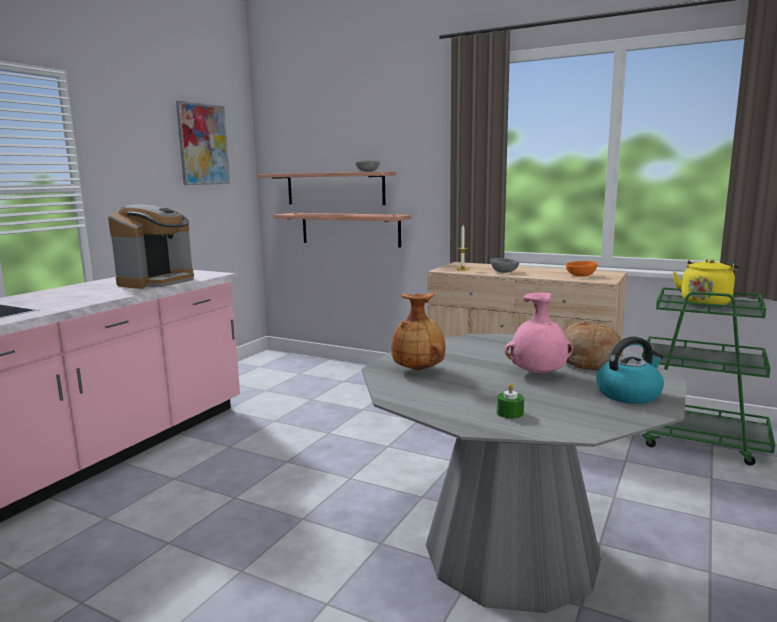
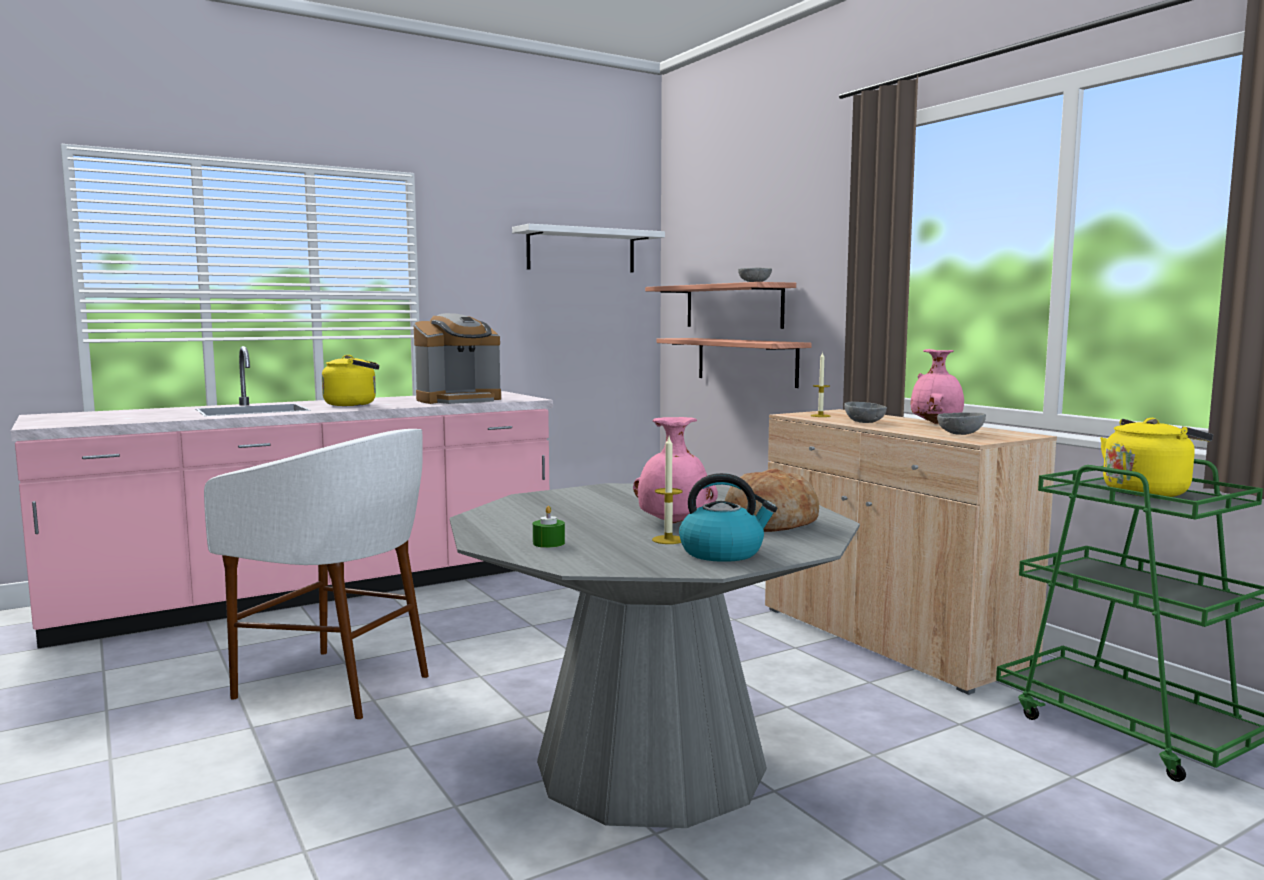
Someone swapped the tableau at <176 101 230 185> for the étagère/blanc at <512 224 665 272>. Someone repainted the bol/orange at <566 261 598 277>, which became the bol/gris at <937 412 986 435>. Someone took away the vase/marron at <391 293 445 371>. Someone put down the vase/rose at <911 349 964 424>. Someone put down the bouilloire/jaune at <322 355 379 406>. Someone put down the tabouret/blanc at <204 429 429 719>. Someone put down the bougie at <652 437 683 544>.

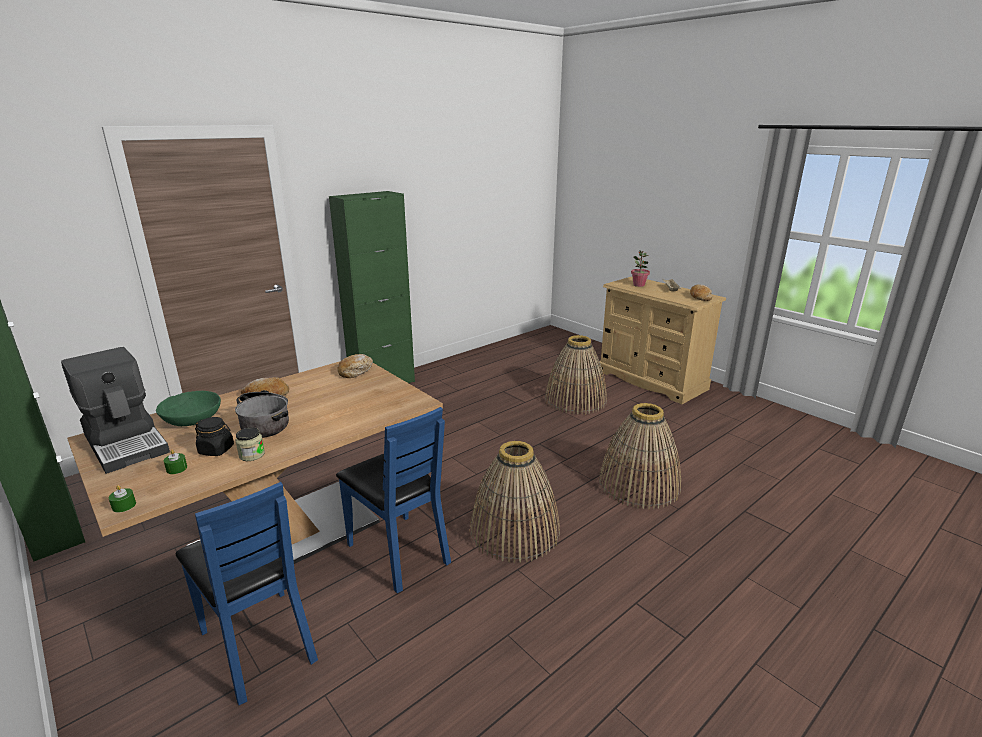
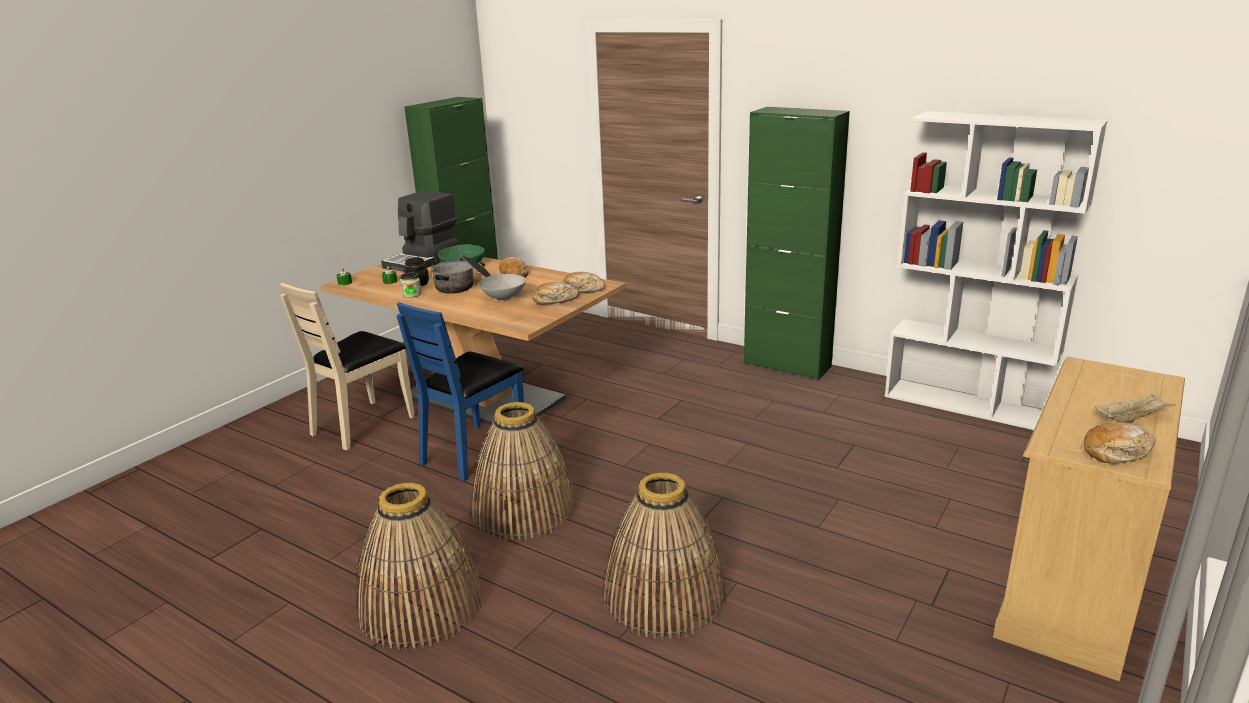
Someone took away the plante en pot at <631 250 650 287>. Someone carried the panier from <545 335 607 415> to <356 483 483 650>. Someone repainted the chaise/bleu at <176 482 318 705>, which became the chaise/beige at <280 283 415 450>. Someone put down the bibliothèque/blanc at <885 111 1108 430>. Someone put down the bol/gris at <478 274 526 301>. Someone put down the pain at <533 282 579 305>.

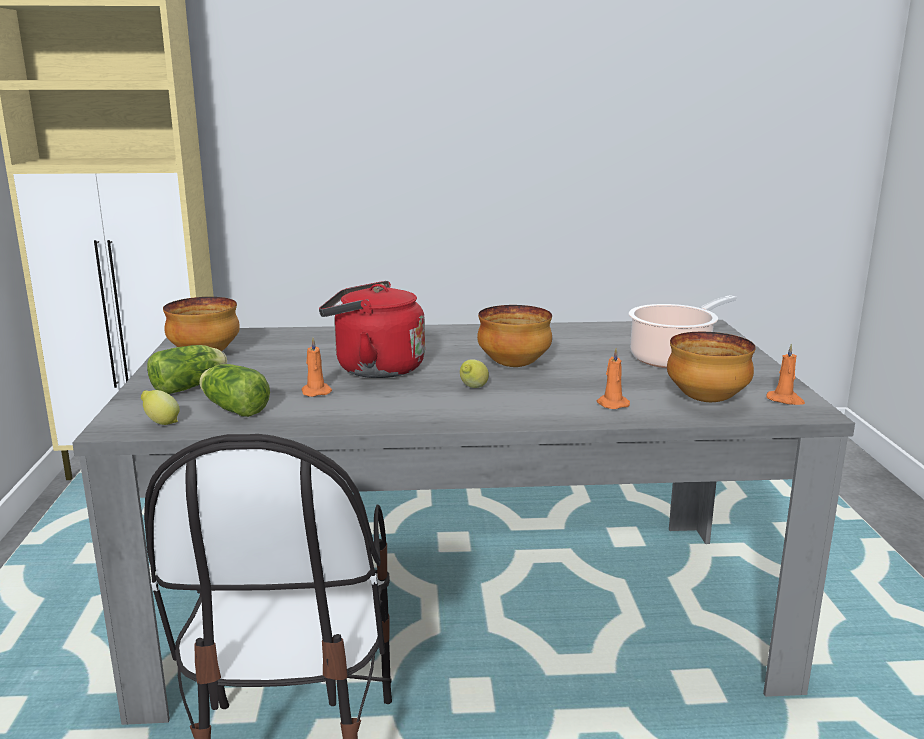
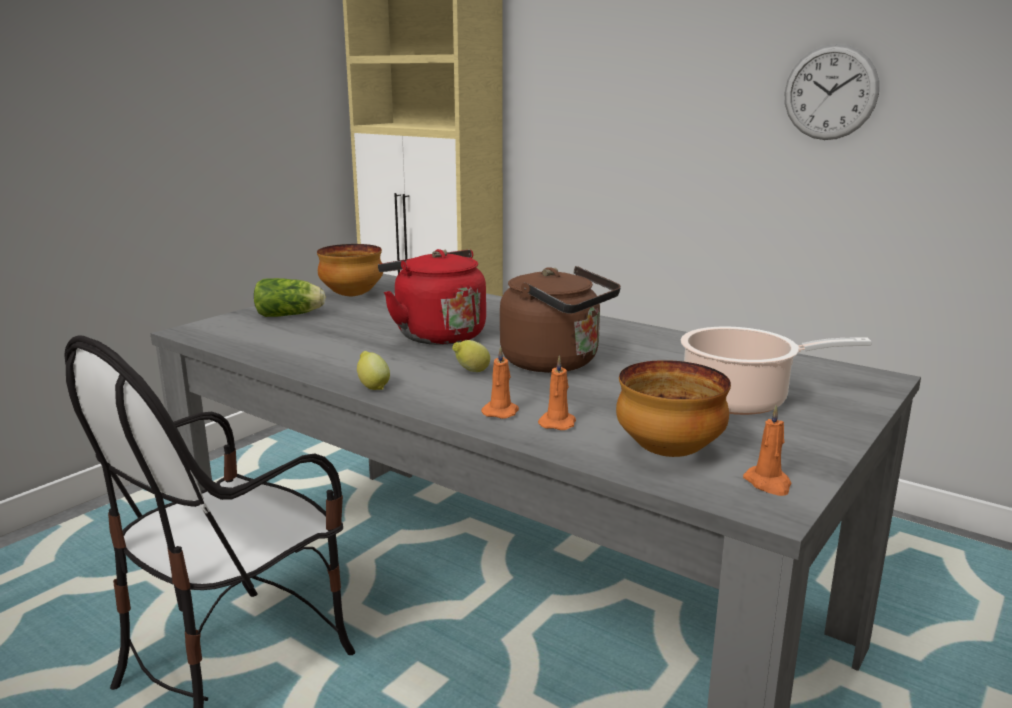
Someone swapped the bol at <477 305 552 367> for the bouilloire/marron at <500 266 621 373>. Someone carried the bougie/orange from <302 338 332 397> to <481 346 519 419>. Someone took away the laitue at <199 364 270 417>. Someone carried the citron from <141 390 180 425> to <357 351 390 390>. Someone put up the horloge murale at <785 44 879 140>.

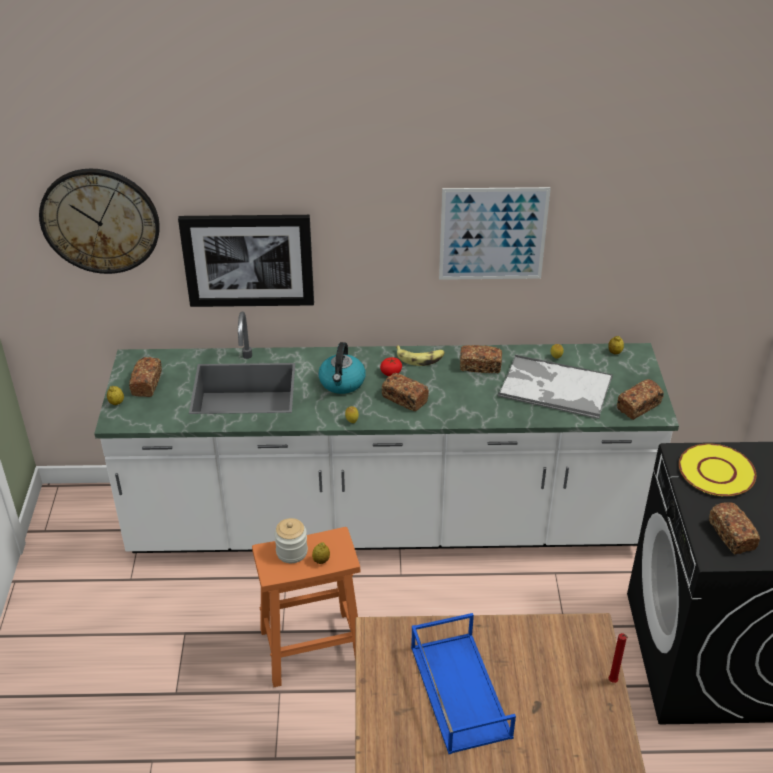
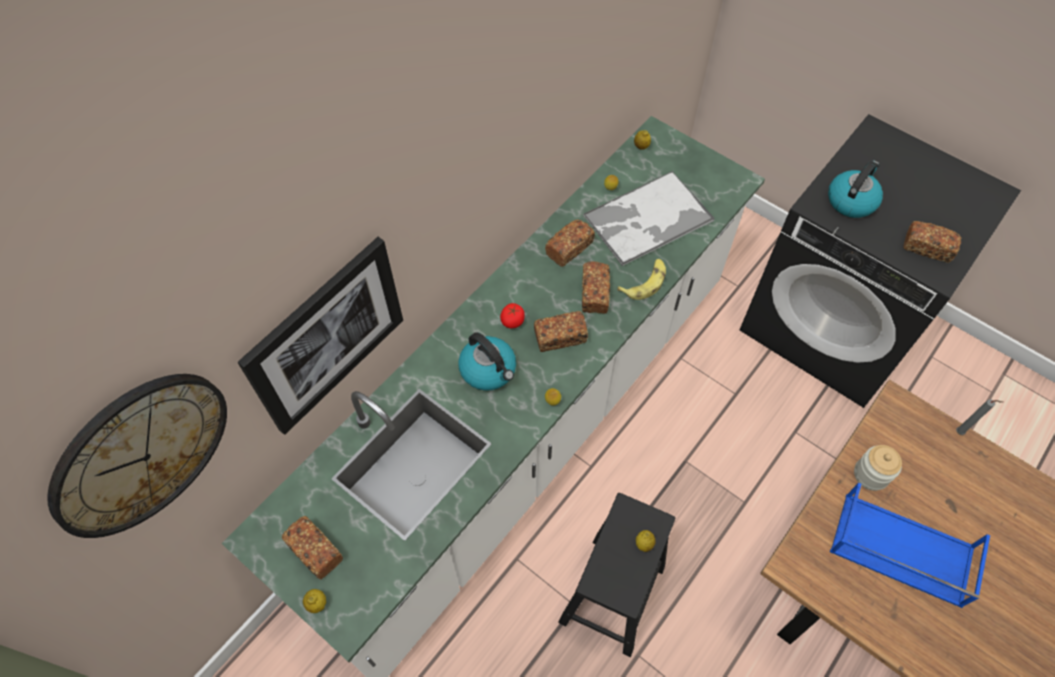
Someone took away the tableau at <439 187 551 280>. Someone carried the banane from <396 345 445 366> to <618 259 666 300>. Someone carried the pain from <617 379 664 420> to <582 261 610 314>. Someone swapped the assiette/jaune at <679 443 756 496> for the bouilloire at <828 160 883 218>. Someone carried the bocal from <274 518 308 563> to <854 445 902 491>. Someone repainted the tabouret/orange at <252 527 361 687>, which became the tabouret/noir at <558 493 676 657>. Someone repainted the bougie/rouge at <608 633 628 683>, which became the bougie/gris at <956 399 1003 435>.

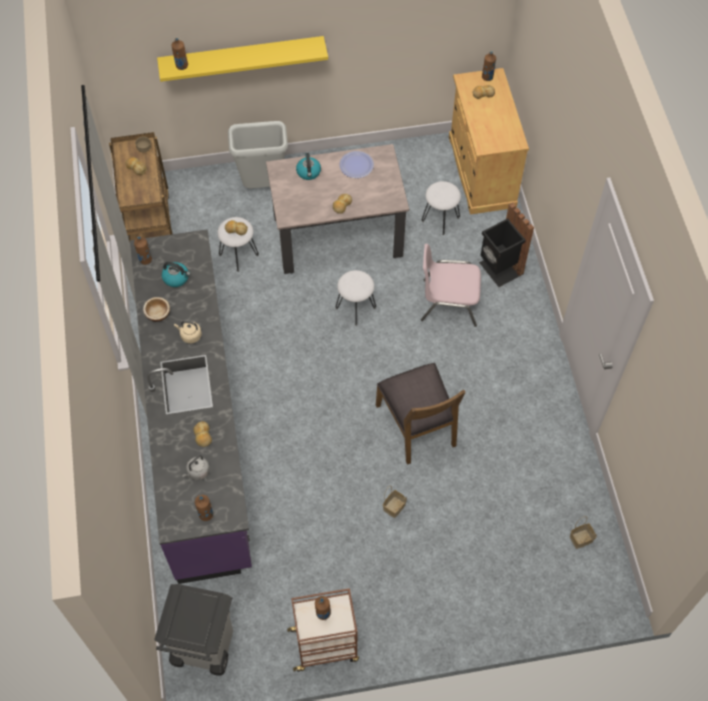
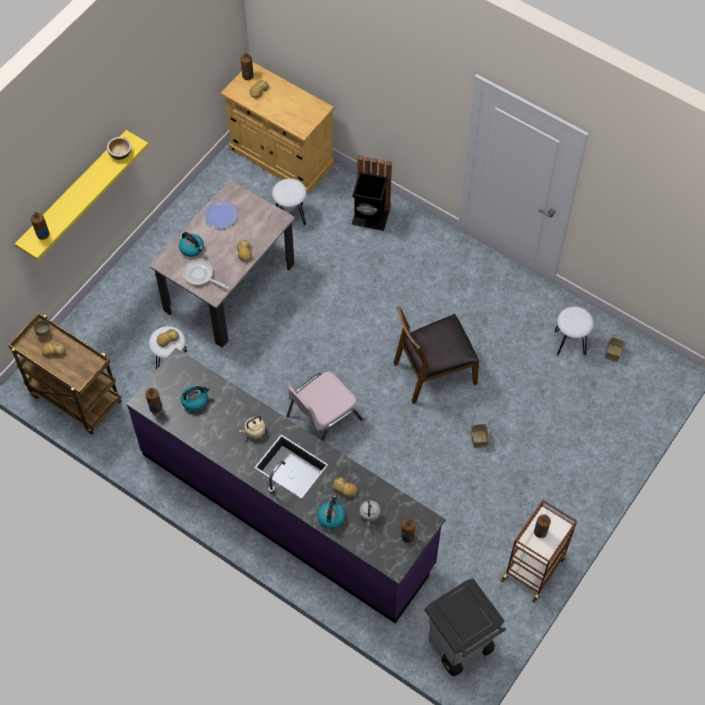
Someone took away the poubelle/gris at <228 121 288 188>. Someone carried the chaise/rose from <421 244 481 327> to <286 372 363 441>. Someone carried the tabouret/blanc from <335 270 376 326> to <555 306 594 356>. Someone carried the bol from <143 297 170 322> to <107 137 132 160>. Someone rotated the chaise/marron at <376 363 465 465> by 135 degrees clockwise. Someone put down the poêle at <183 259 229 289>. Someone put down the bouilloire at <317 495 345 529>.

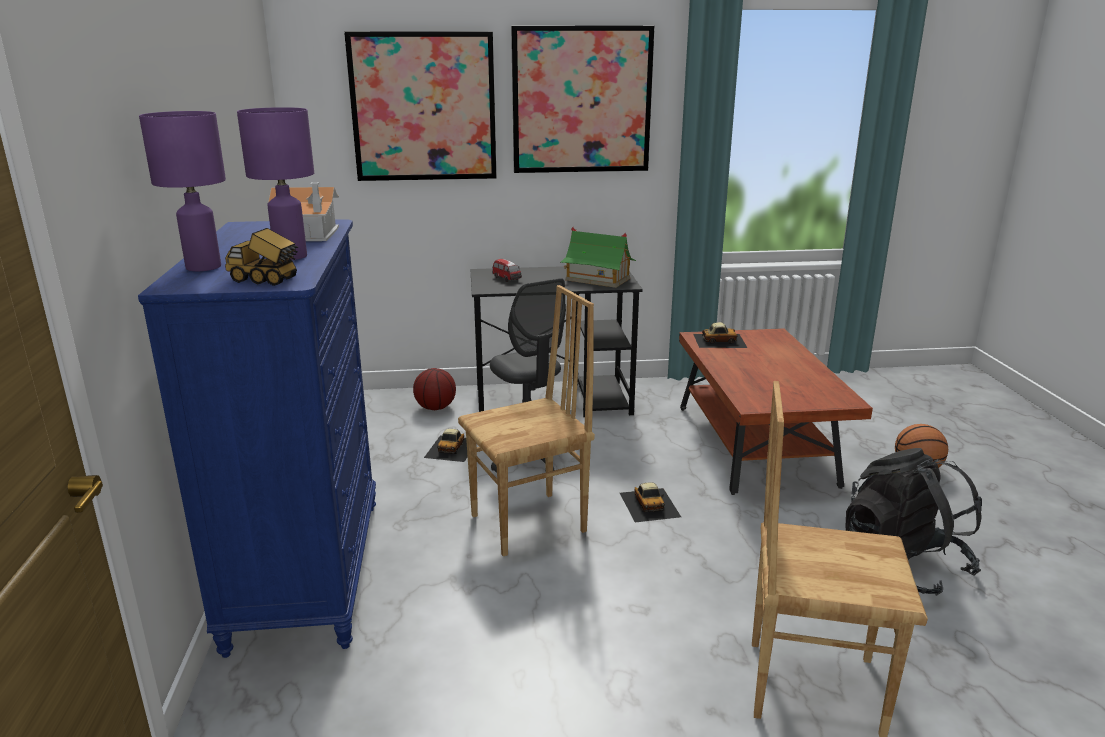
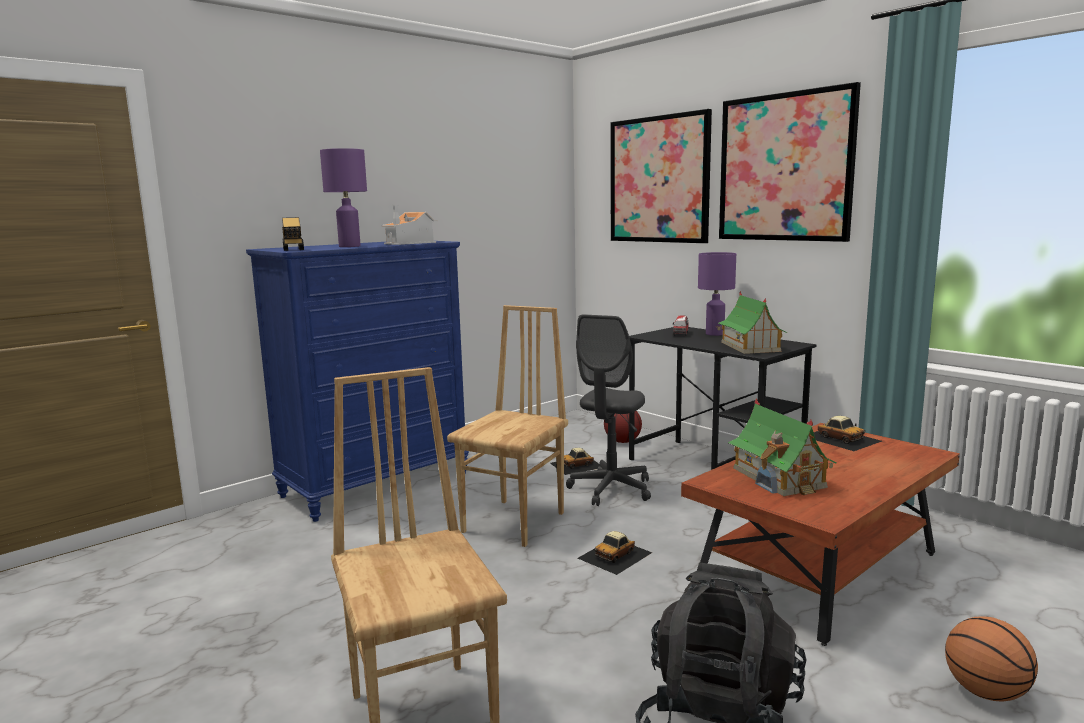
Someone carried the lampe de table/violet from <139 111 226 271> to <698 252 736 336>. Someone rotated the chaise/marron at <458 285 595 556> by 90 degrees counterclockwise. Someone put down the maison miniature at <728 399 837 496>.

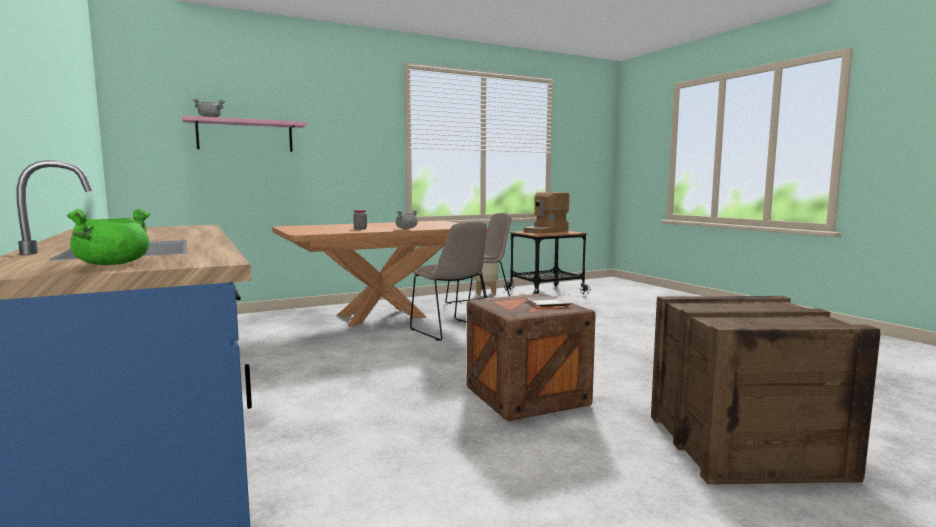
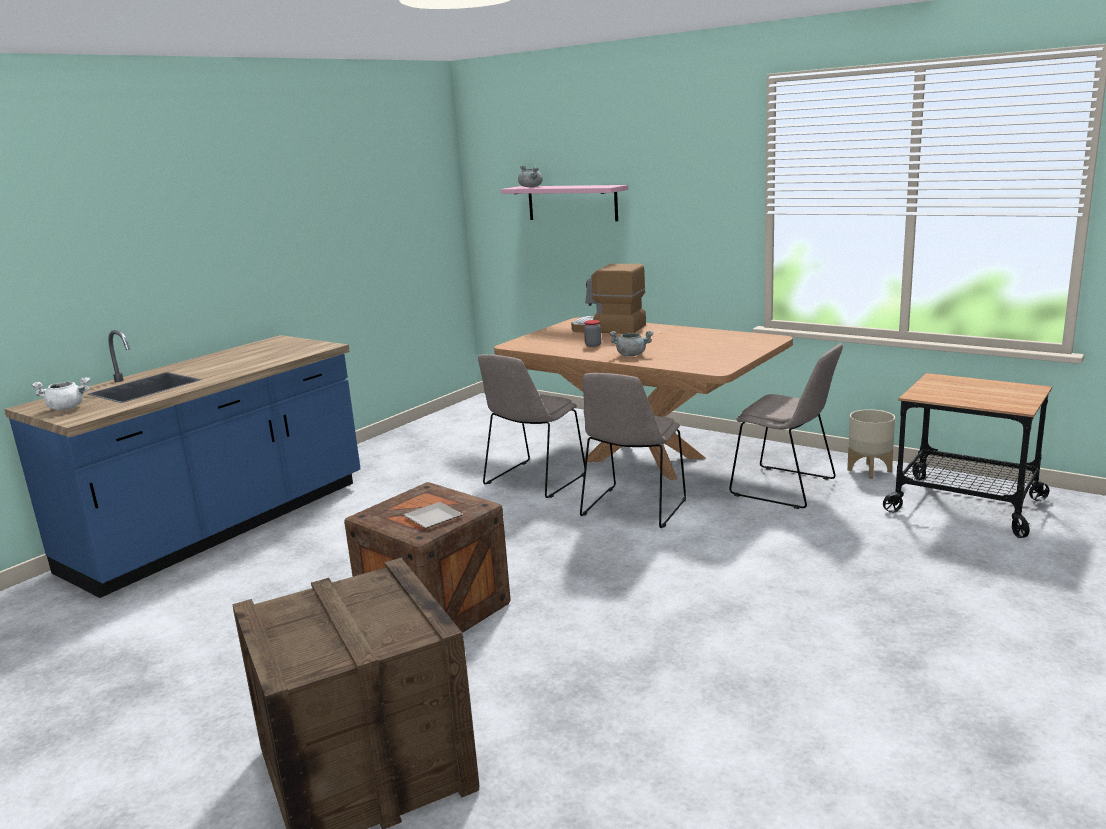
Someone carried the machine à café from <524 192 569 234> to <571 264 646 334>. Someone repainted the marmite/vert at <67 209 150 265>, which became the marmite/blanc at <32 377 90 410>. Someone put down the chaise/beige at <478 354 585 498>.

